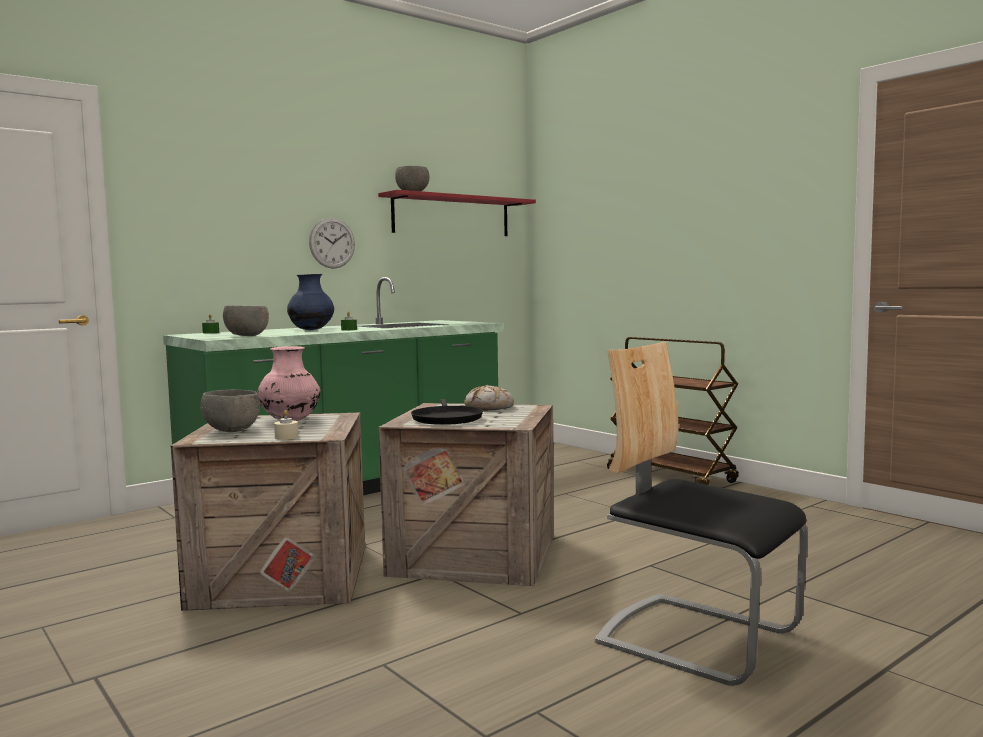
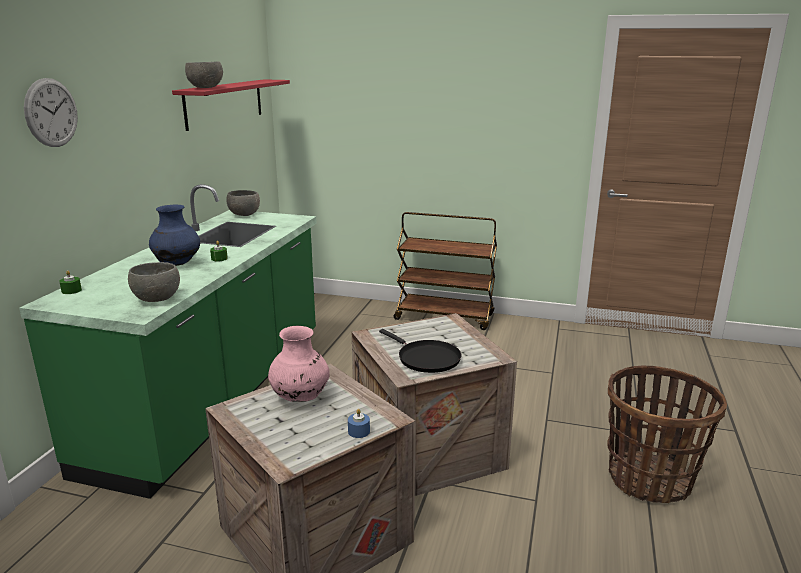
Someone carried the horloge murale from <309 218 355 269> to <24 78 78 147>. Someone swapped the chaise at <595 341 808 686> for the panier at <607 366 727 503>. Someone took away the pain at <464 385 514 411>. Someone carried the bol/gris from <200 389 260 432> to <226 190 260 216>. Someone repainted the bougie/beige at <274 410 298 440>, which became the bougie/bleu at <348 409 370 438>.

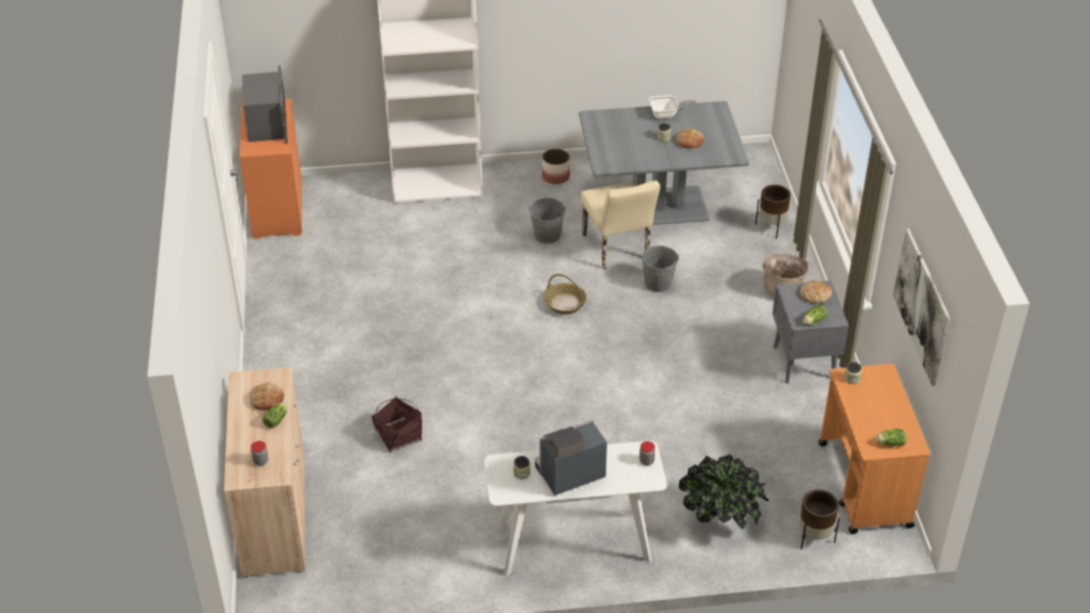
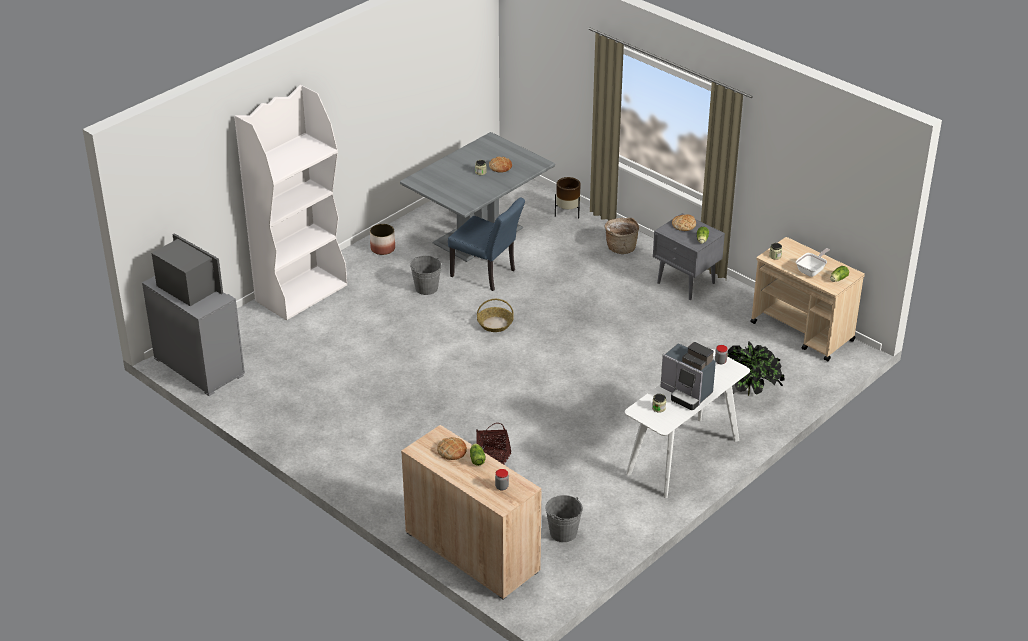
Someone carried the poêle from <649 95 696 119> to <796 248 830 277>. Someone repainted the commode/orange at <240 98 302 239>, which became the commode/gris at <142 276 245 396>. Someone repainted the chaise/beige at <581 181 660 270>, which became the chaise/bleu at <448 198 525 291>. Someone took away the tableau at <893 229 951 386>. Someone carried the seau/gris from <641 246 679 292> to <545 495 583 542>. Someone repainted the chariot/orange at <818 364 931 534>, which became the chariot/beige at <750 237 865 362>. Someone rotated the machine à café at <535 420 607 495> by 75 degrees counterclockwise. Someone took away the cache-pot/marron at <799 490 840 550>.

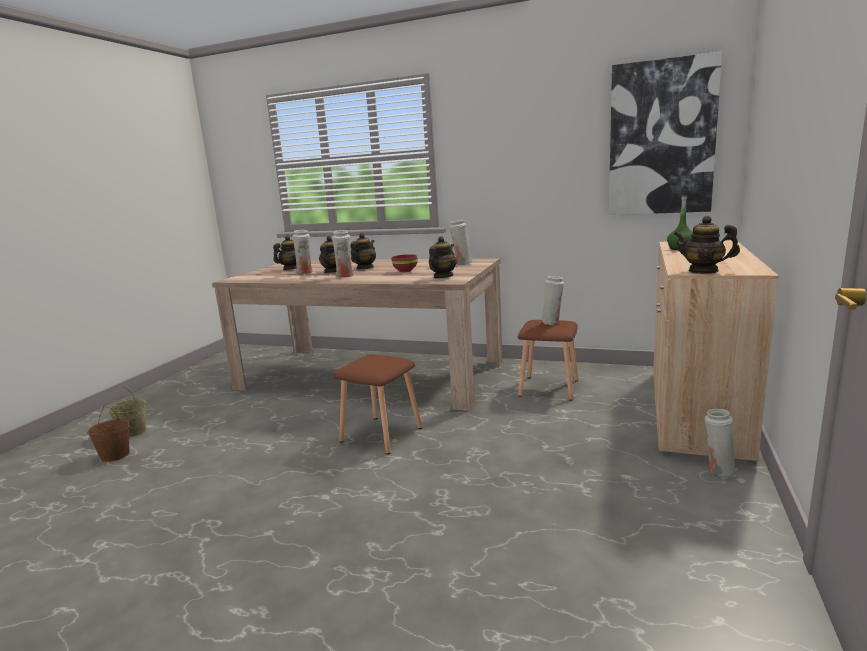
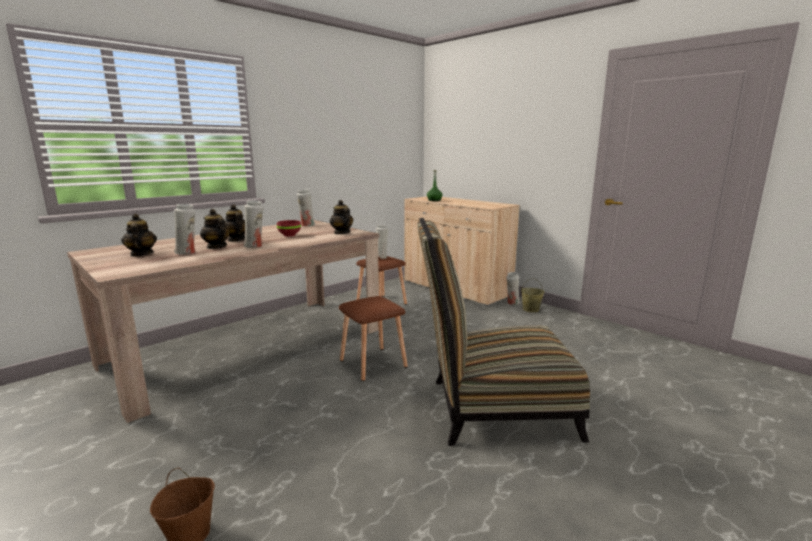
Someone took away the tableau at <609 52 722 215>. Someone took away the théière at <674 216 740 274>. Someone carried the seau/beige from <108 387 146 438> to <521 278 544 312>. Someone put down the chaise at <417 218 590 446>.

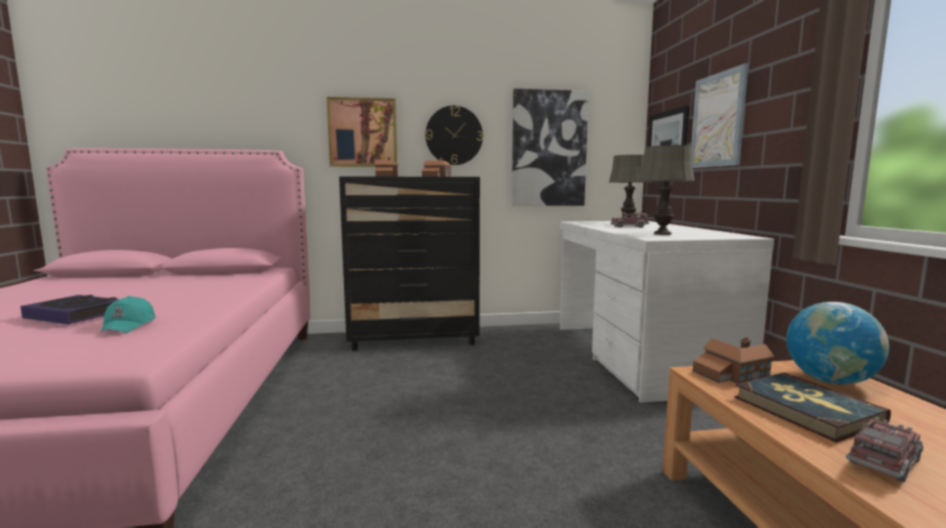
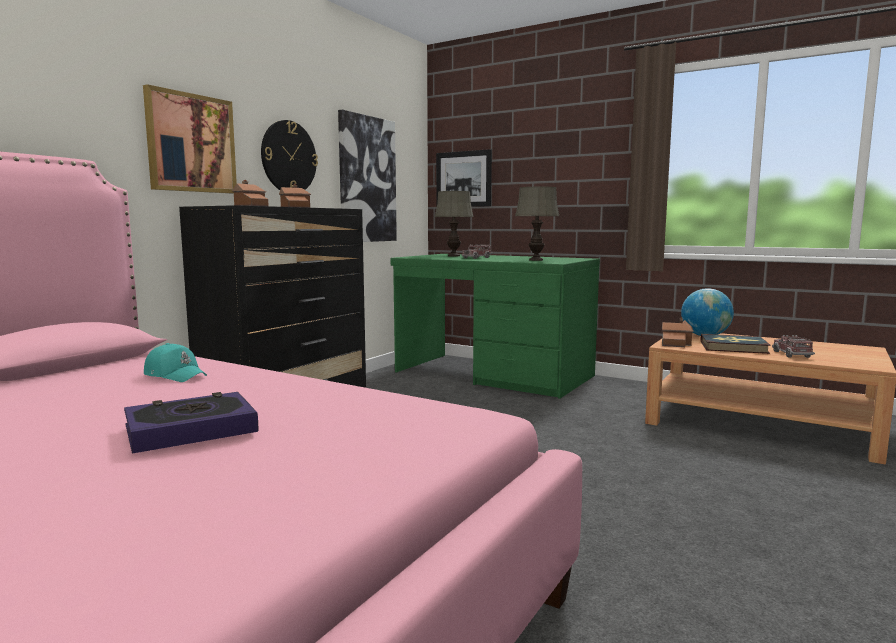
Someone took away the tableau at <691 63 749 168>. Someone repainted the bureau/blanc at <560 221 774 403>, which became the bureau/vert at <391 254 600 399>. Someone carried the casquette/turquoise from <100 296 156 334> to <144 343 207 382>.

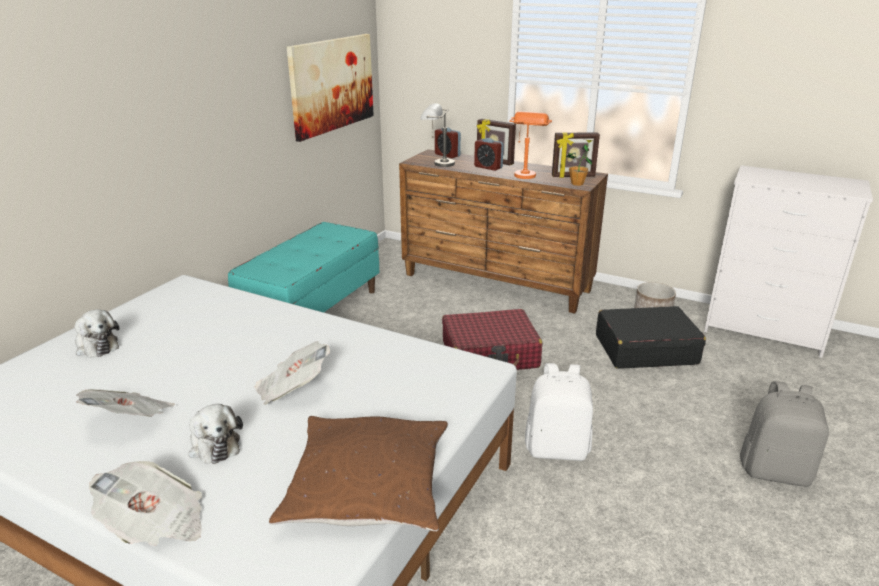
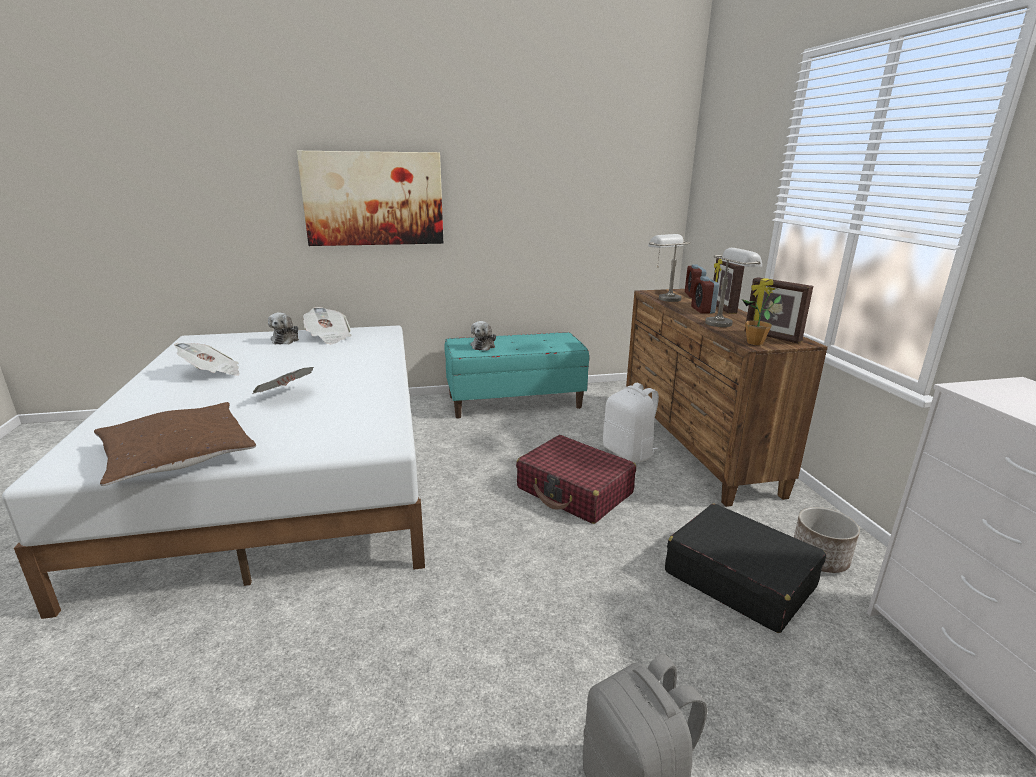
Someone carried the tableau from <287 34 374 142> to <297 151 443 246>. Someone repainted the lampe de table/orange at <509 111 552 179>, which became the lampe de table/gris at <705 248 762 327>. Someone carried the sac à dos/blanc from <525 363 593 461> to <603 383 659 463>. Someone carried the peluche from <189 404 243 464> to <471 321 496 351>. Someone carried the journal from <89 461 202 546> to <303 307 352 344>.

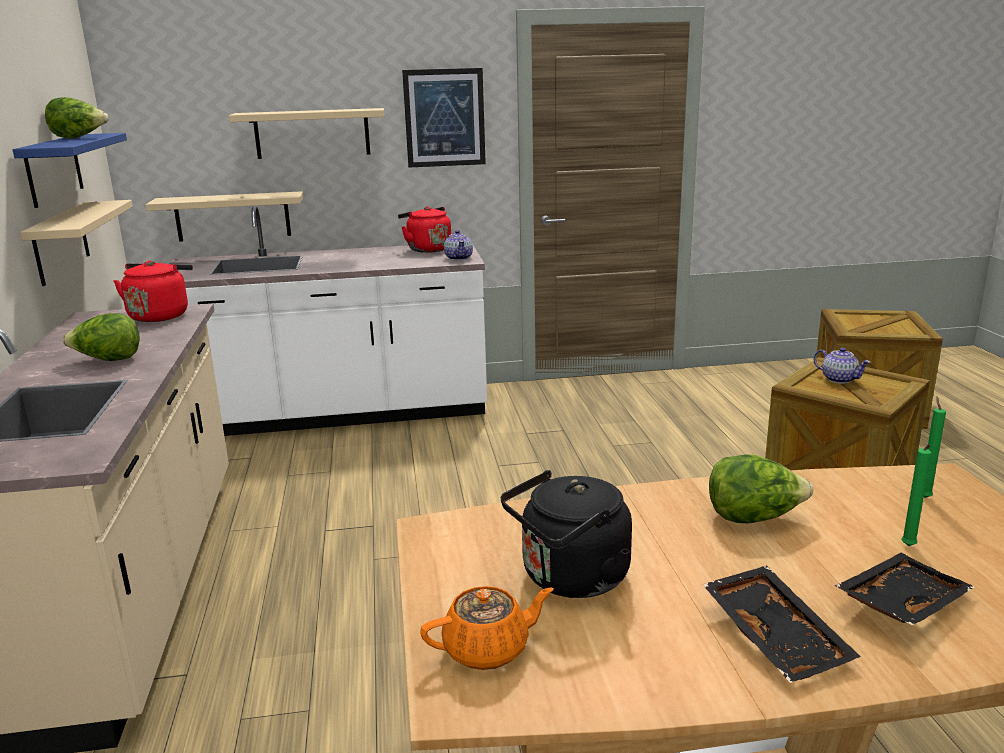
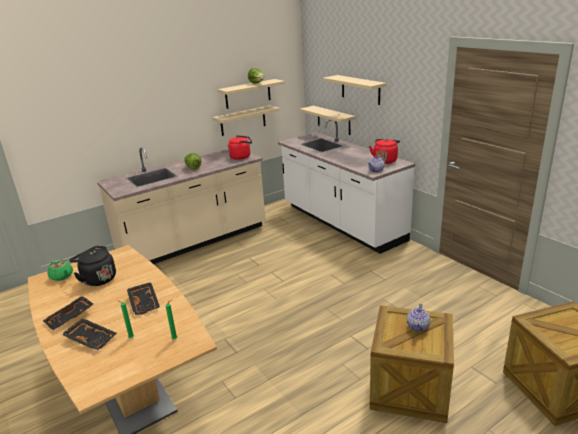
Someone took away the tableau at <402 68 486 167>. Someone repainted the étagère/bleu at <13 133 127 208>, which became the étagère/beige at <217 79 285 109>. Someone swapped the laitue at <709 454 813 523> for the plateau/noir at <127 282 160 315>. Someone repainted the théière/orange at <420 586 554 670>, which became the théière/vert at <48 260 73 281>.

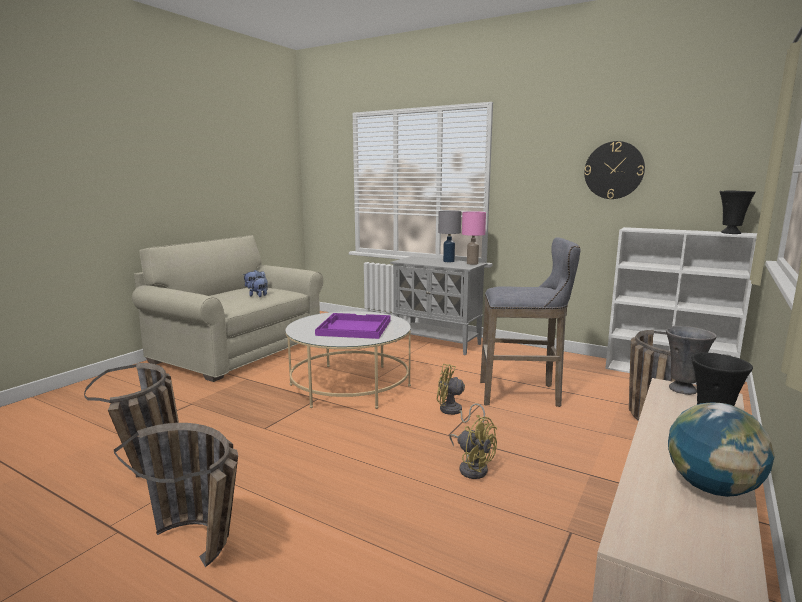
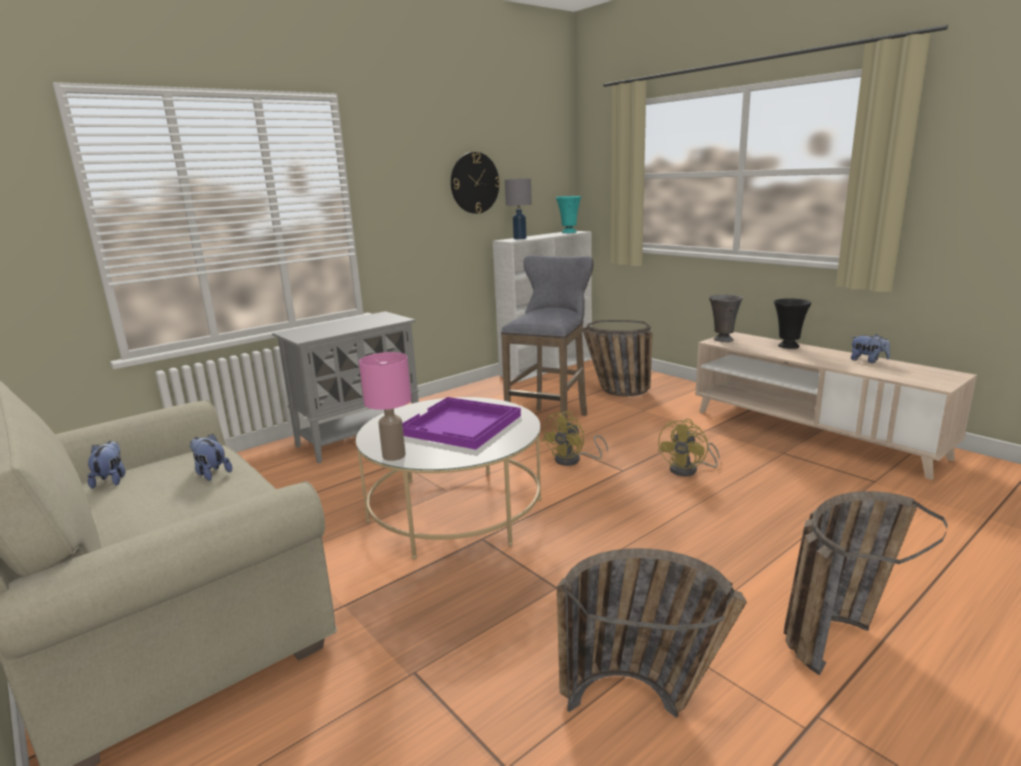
Someone repainted the vase/noir at <720 191 756 234>, which became the vase/turquoise at <556 196 581 233>. Someone carried the lampe de table/gris from <438 211 461 262> to <505 178 532 239>. Someone carried the lampe de table/rose from <462 211 486 265> to <359 352 412 461>. Someone swapped the globe at <668 403 775 497> for the peluche at <851 334 890 363>. Someone rotated the ventilateur/jaune at <449 415 497 479> by 150 degrees clockwise.

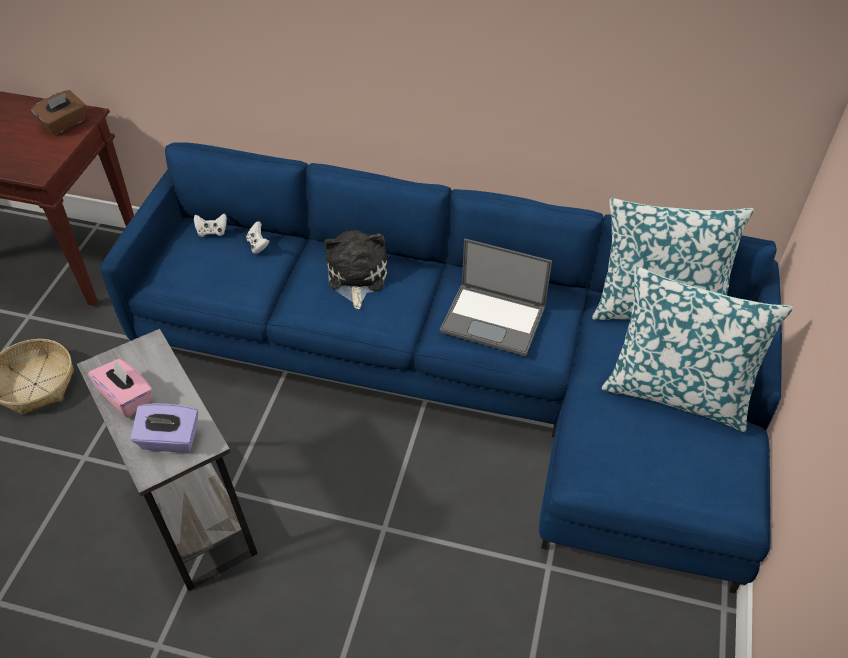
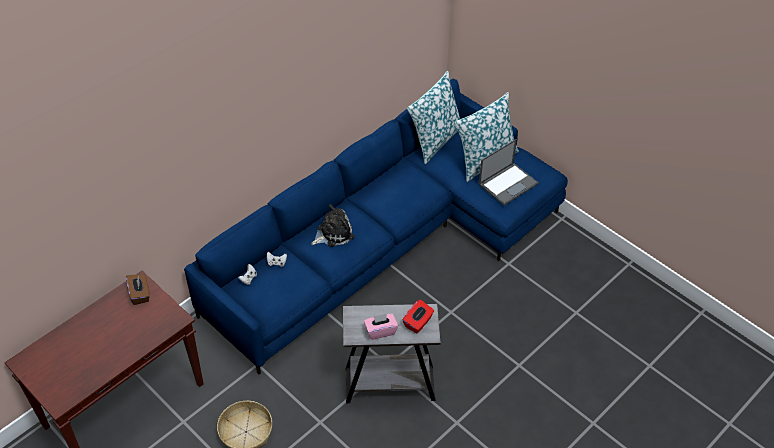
Someone rotated the peluche at <324 230 387 309> by 120 degrees clockwise. Someone carried the ordinateur portable from <440 238 552 356> to <479 139 539 205>. Someone repainted the boîte à mouchoirs/violet at <130 404 198 453>, which became the boîte à mouchoirs/rouge at <403 299 434 334>.

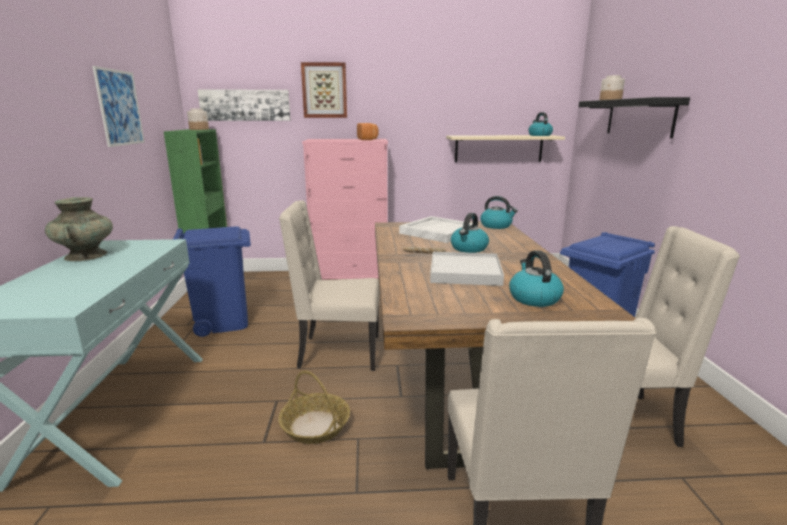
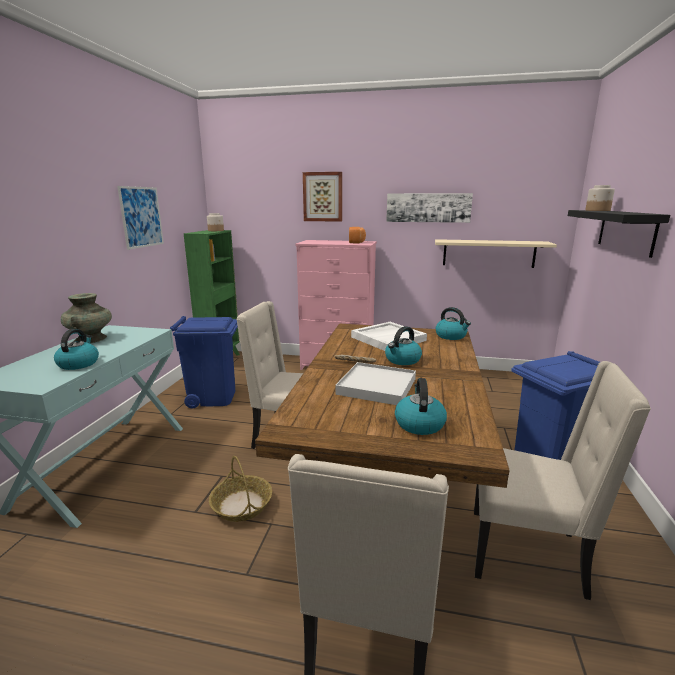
Someone carried the tableau from <198 89 291 121> to <386 193 473 223>. Someone carried the bouilloire from <528 112 553 136> to <54 329 99 370>.

